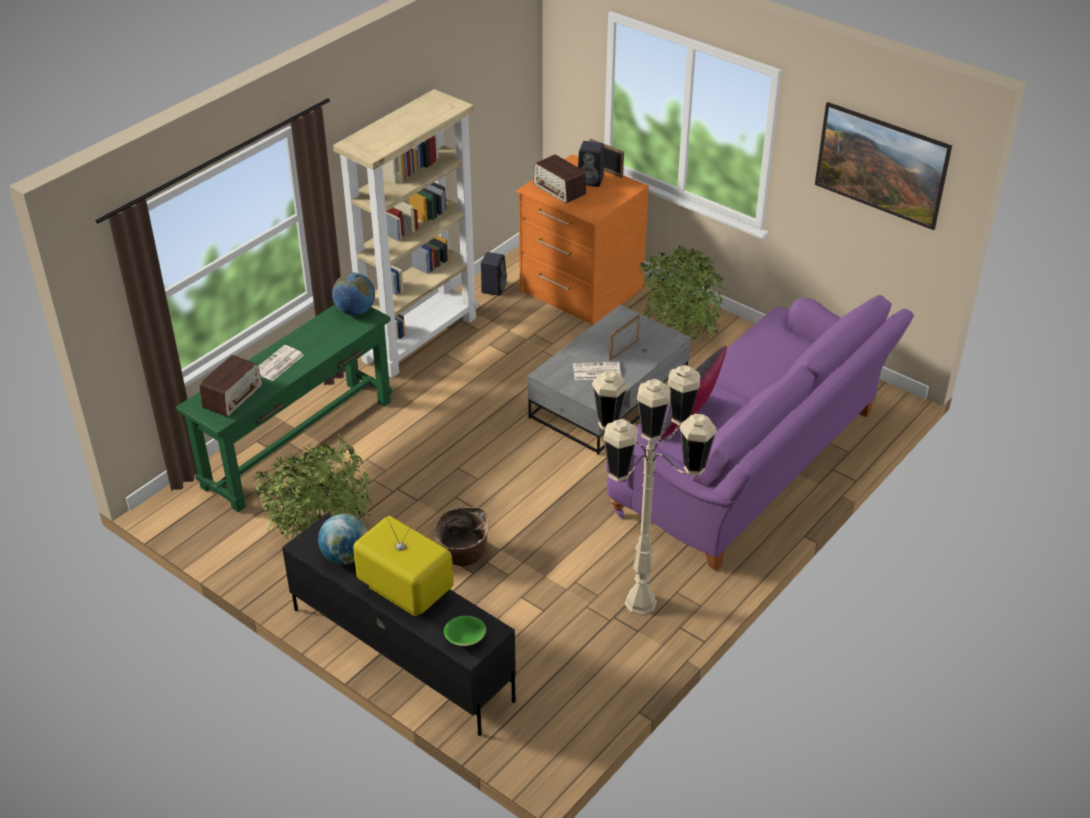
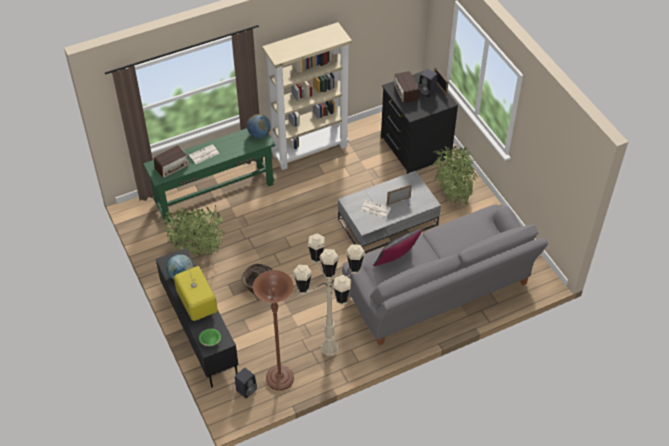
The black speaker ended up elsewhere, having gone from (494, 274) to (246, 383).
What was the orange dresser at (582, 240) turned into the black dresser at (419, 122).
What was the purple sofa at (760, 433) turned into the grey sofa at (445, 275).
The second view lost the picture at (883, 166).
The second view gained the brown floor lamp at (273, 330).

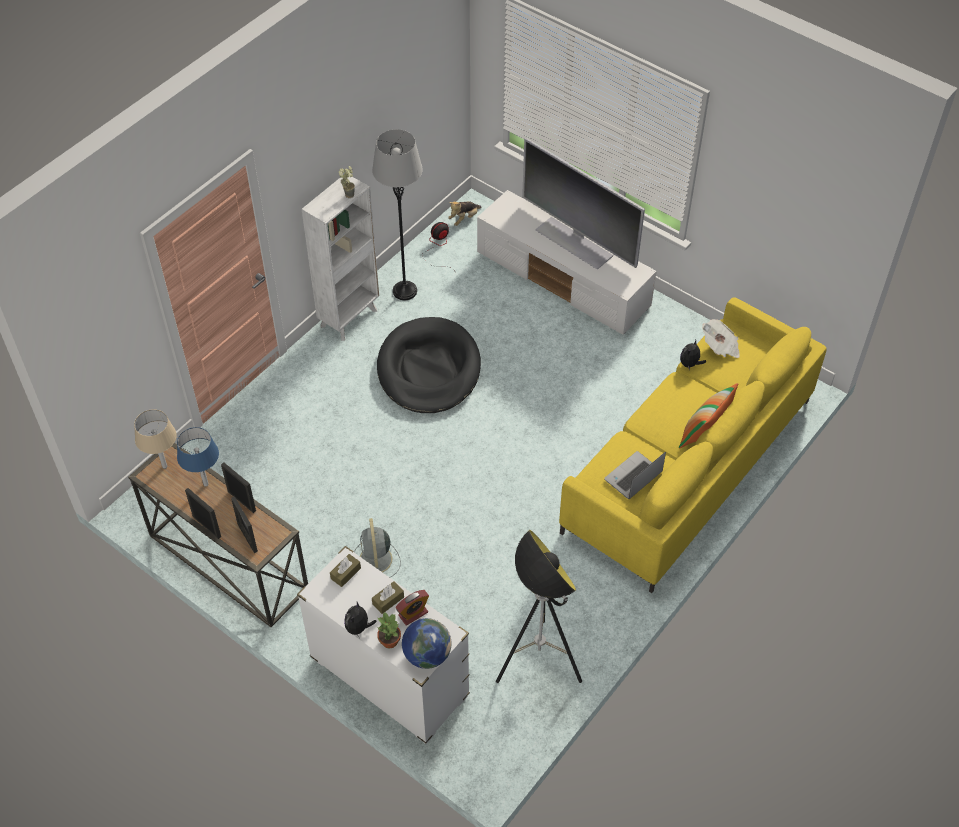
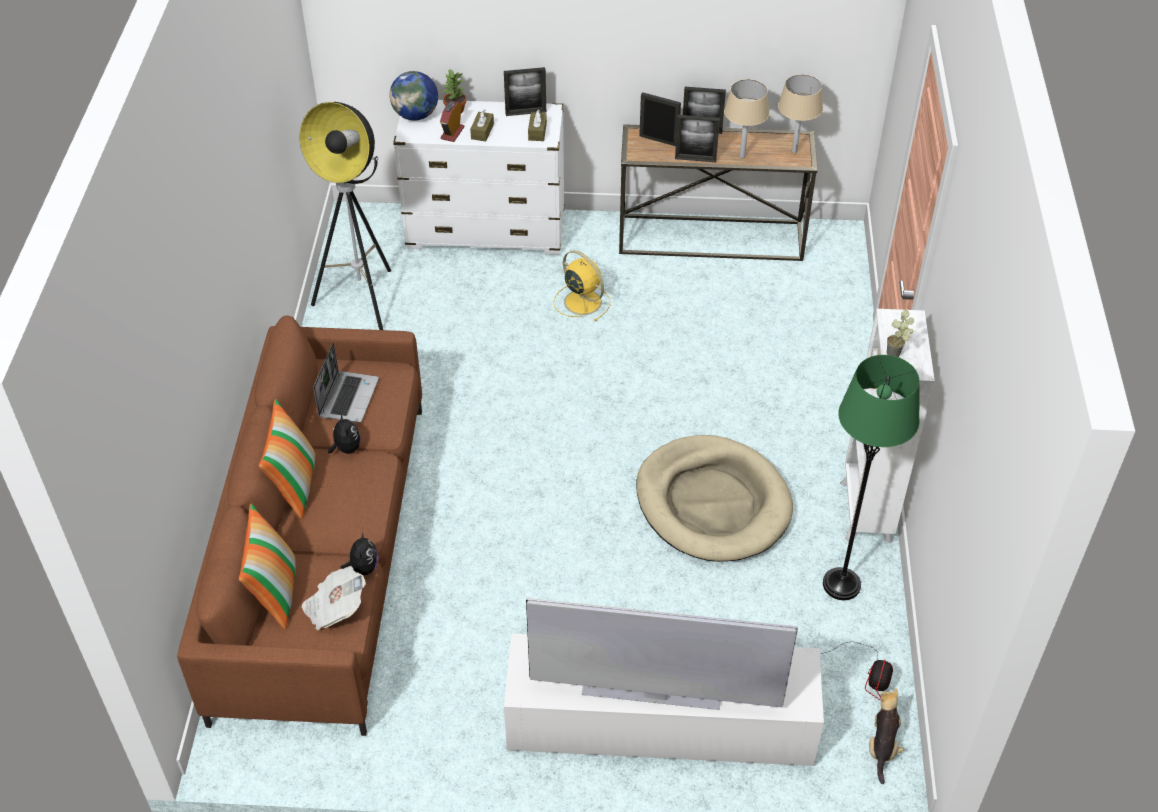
What was the blue table lamp at (198, 457) turned into the beige table lamp at (747, 118).
The plush toy ended up elsewhere, having gone from (360, 620) to (344, 433).
What was the grey fan at (377, 547) turned into the yellow fan at (581, 286).
What was the grey floor lamp at (397, 214) turned into the green floor lamp at (871, 477).
What was the black dog bed at (429, 365) turned into the beige dog bed at (714, 498).
What was the yellow sofa at (693, 445) turned into the brown sofa at (299, 525).
The second view gained the pillow at (267, 567).
The second view gained the picture frame at (525, 91).

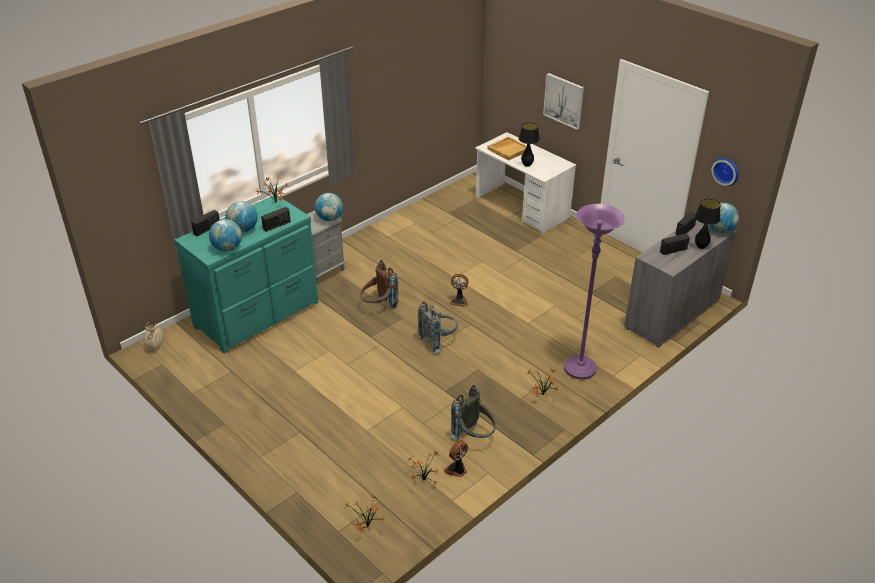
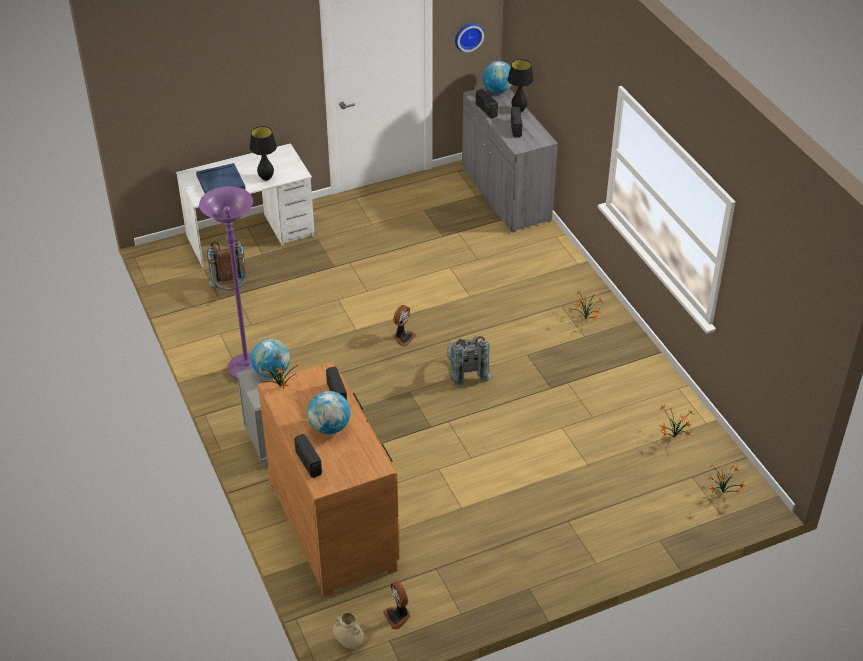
What was the turquoise dresser at (246, 274) turned into the brown dresser at (328, 479).
The second view lost the globe at (225, 235).
The brown backpack ended up elsewhere, having gone from (379, 284) to (227, 265).
The fan ended up elsewhere, having gone from (456, 458) to (397, 605).
The second view lost the grey backpack at (473, 412).
What was the beige tray at (507, 148) turned into the blue tray at (221, 178).
The second view lost the picture at (563, 101).
The purple floor lamp ended up elsewhere, having gone from (594, 292) to (226, 283).

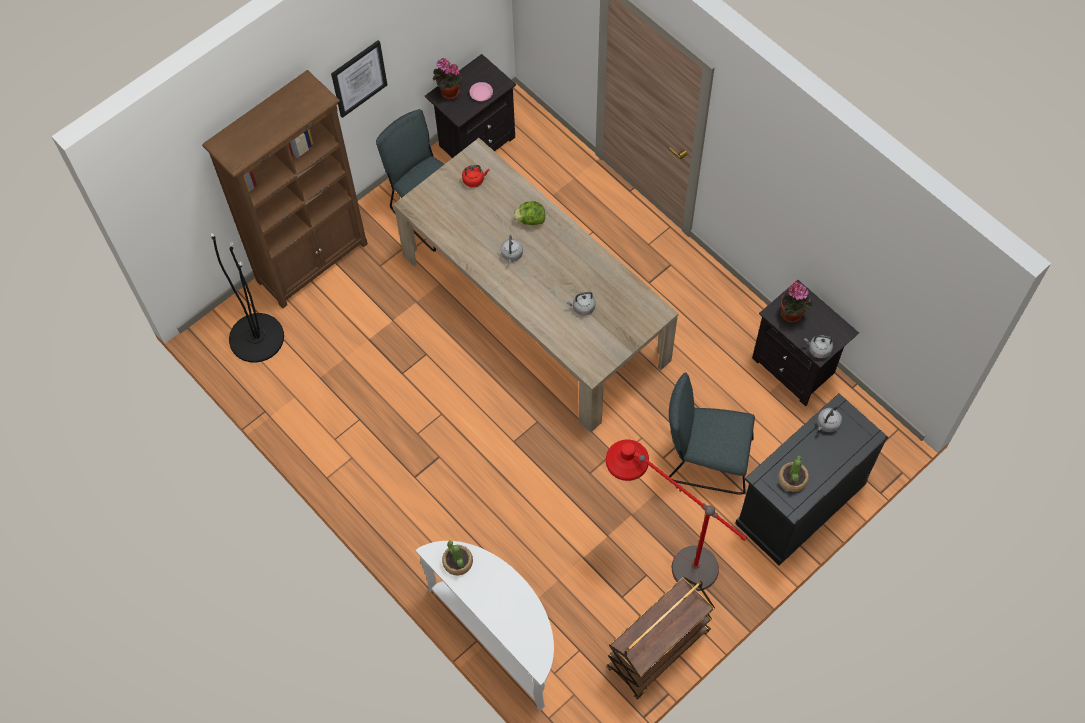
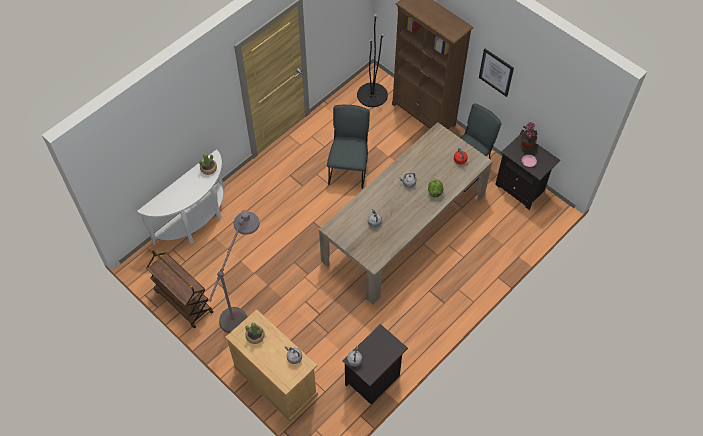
What was the red floor lamp at (676, 515) turned into the grey floor lamp at (234, 271).
The grey chair ended up elsewhere, having gone from (712, 434) to (348, 147).
What was the black cabinet at (811, 479) turned into the beige cabinet at (271, 365).
The second view lost the potted plant at (796, 302).

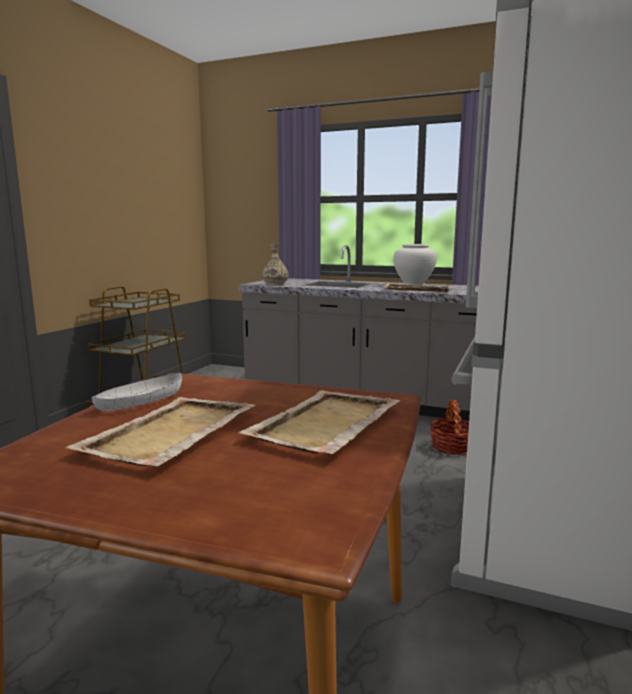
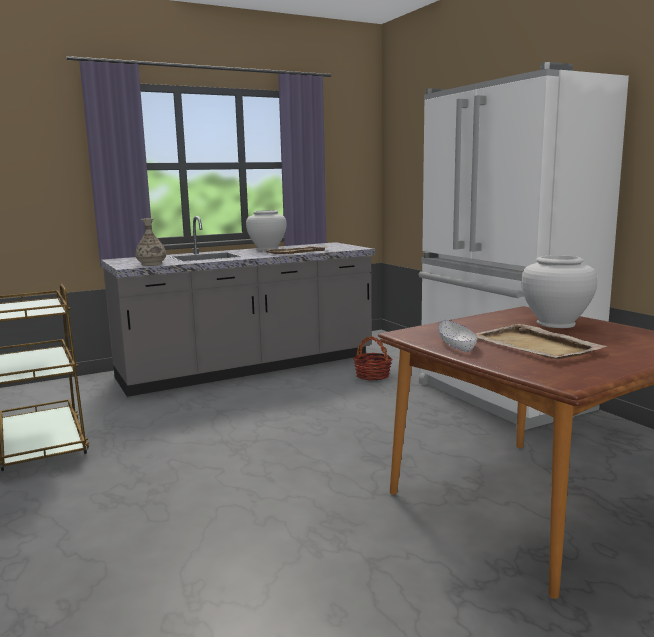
Where the beige tray stood at (319, 422), the white vase came to stand at (559, 291).

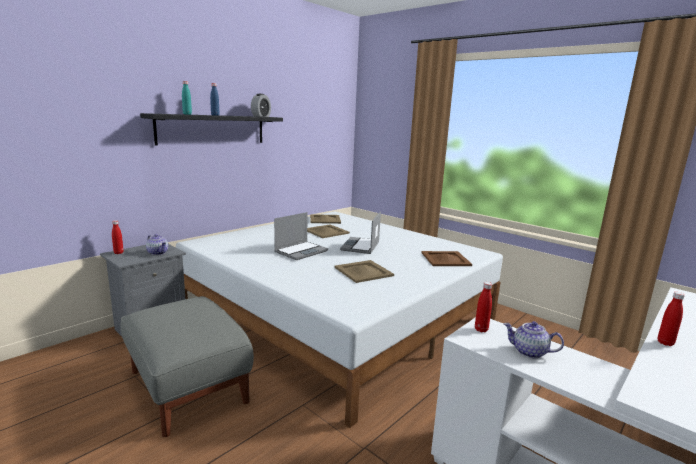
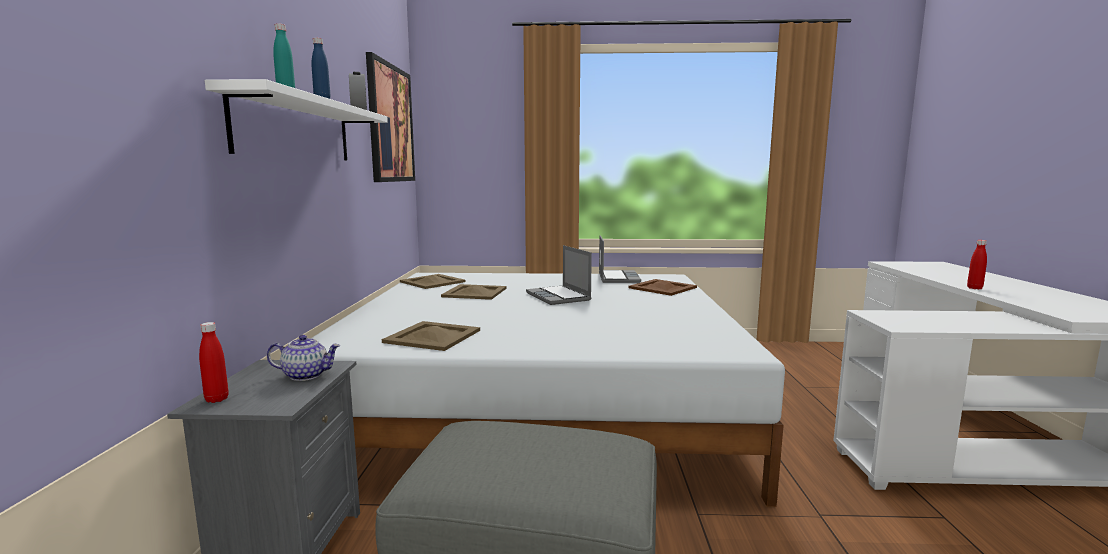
What was the black shelf at (211, 129) turned into the white shelf at (296, 120).
The laptop ended up elsewhere, having gone from (301, 236) to (620, 259).
The beige tray ended up elsewhere, having gone from (364, 271) to (431, 336).
The second view lost the red bottle at (483, 307).
The second view lost the teapot at (534, 339).
The second view gained the picture at (390, 117).

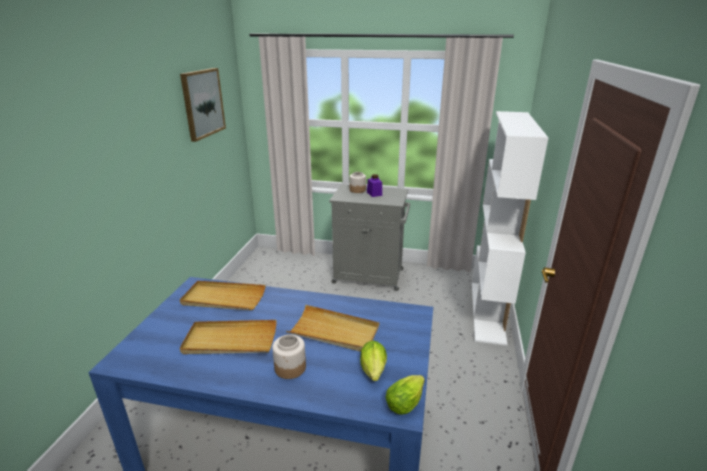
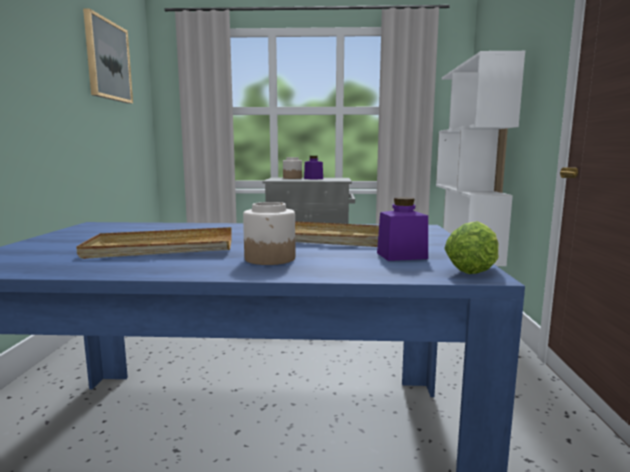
The second view lost the beige tray at (223, 295).
Where the lettuce stood at (373, 360), the purple jar came to stand at (402, 229).

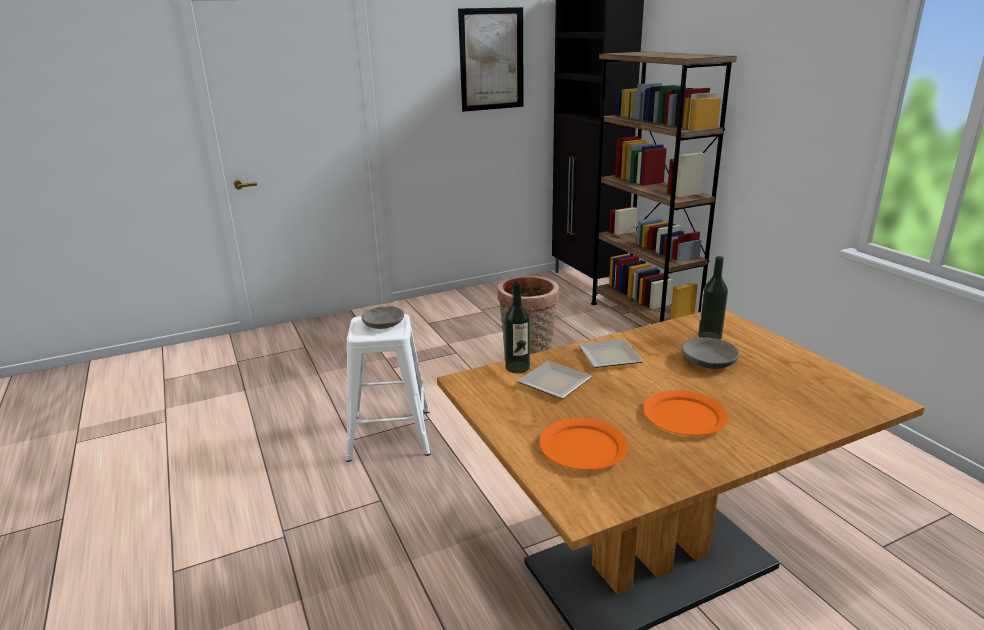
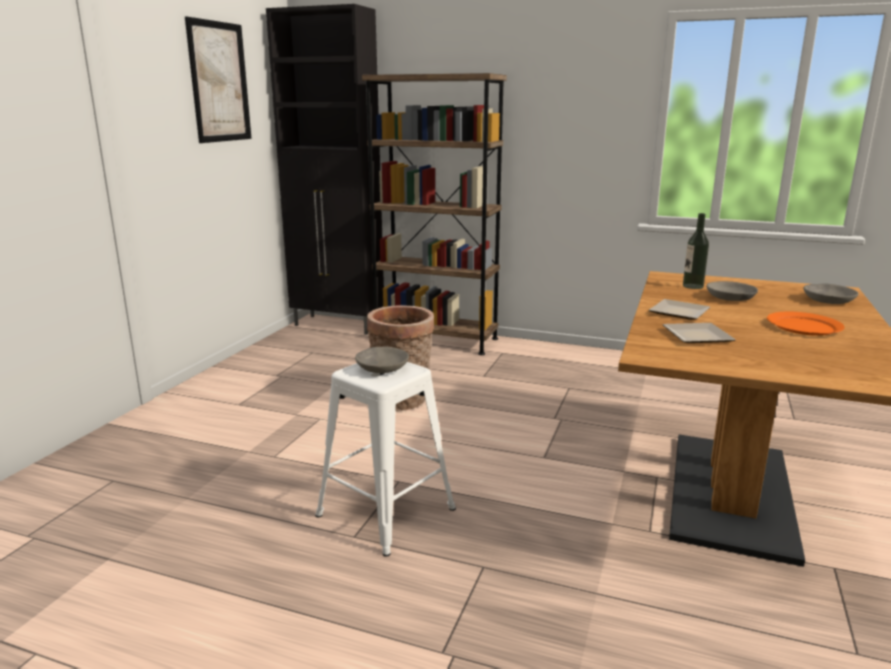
The second view lost the bottle at (517, 327).
The second view lost the orange plate at (583, 444).
The second view gained the grey bowl at (830, 294).

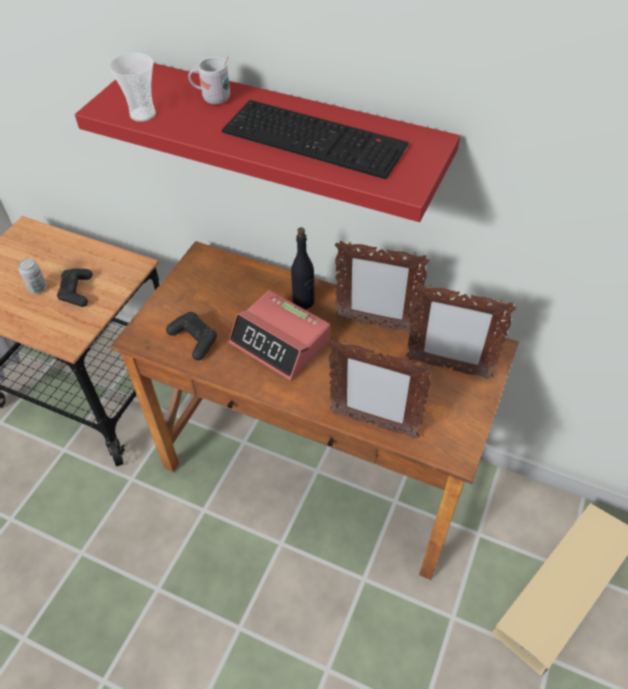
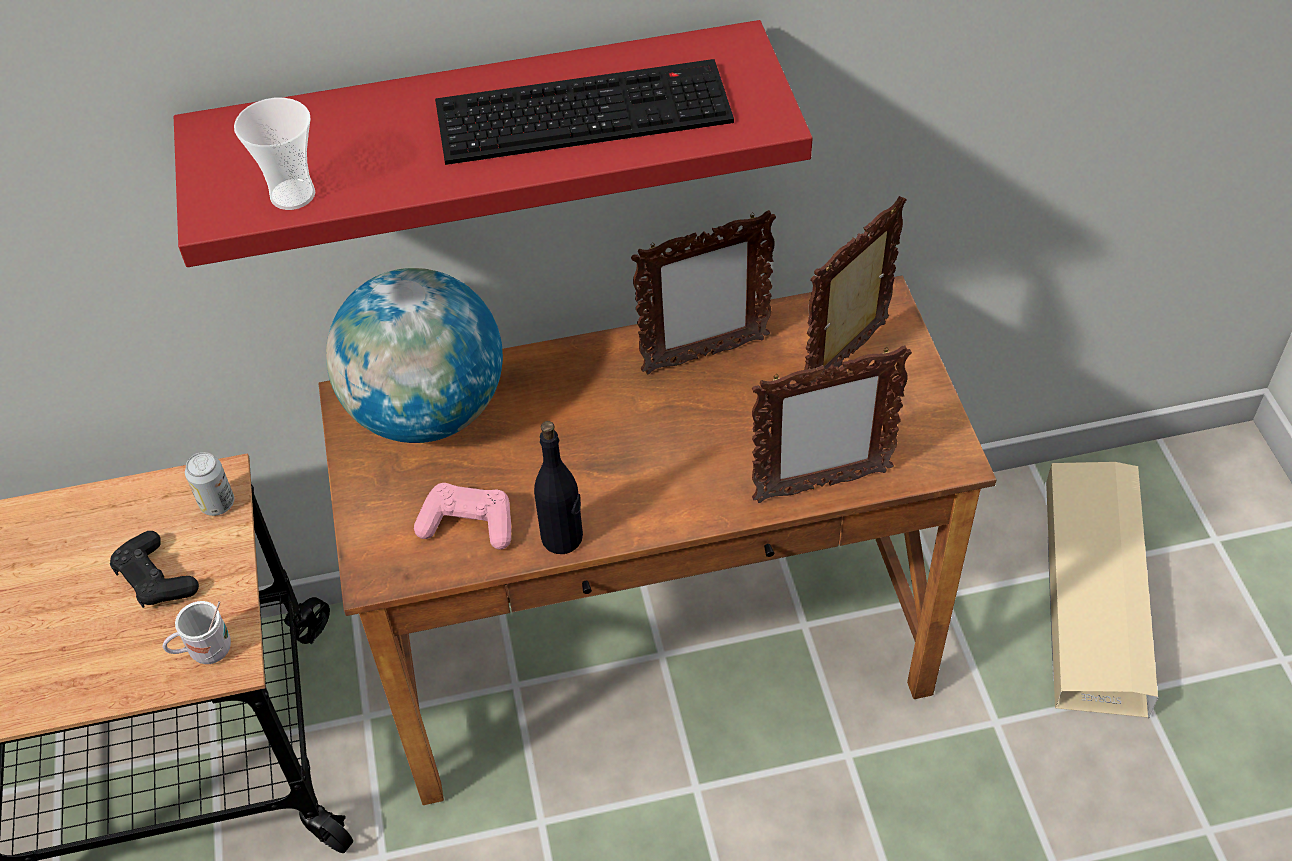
The can ended up elsewhere, having gone from (32, 276) to (209, 484).
What was the black game controller at (191, 336) turned into the pink game controller at (462, 516).
The white mug ended up elsewhere, having gone from (209, 80) to (197, 632).
The second view lost the alarm clock at (279, 335).
The black bottle ended up elsewhere, having gone from (303, 268) to (558, 487).
The picture frame at (461, 331) ended up facing another way, 150 degrees clockwise from before.
The second view gained the globe at (414, 355).

